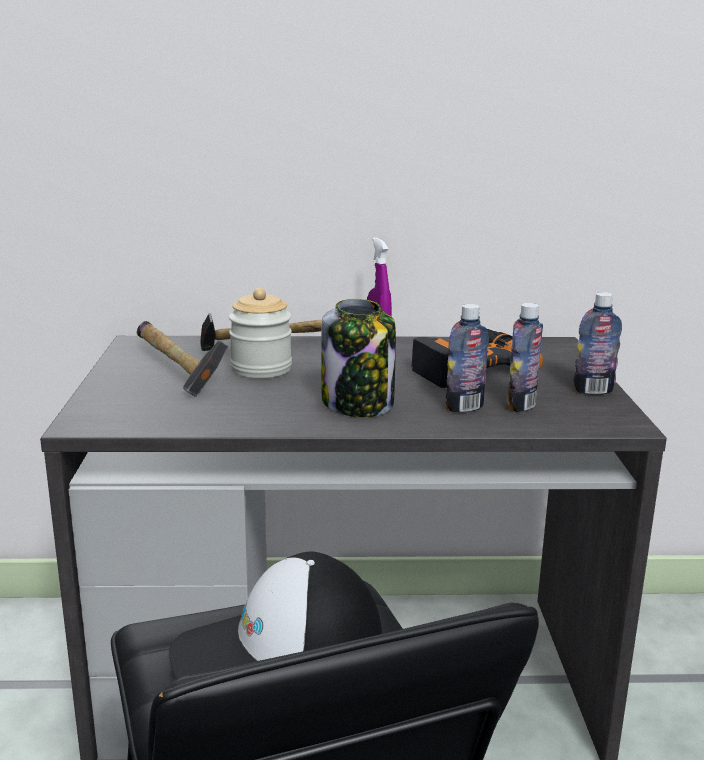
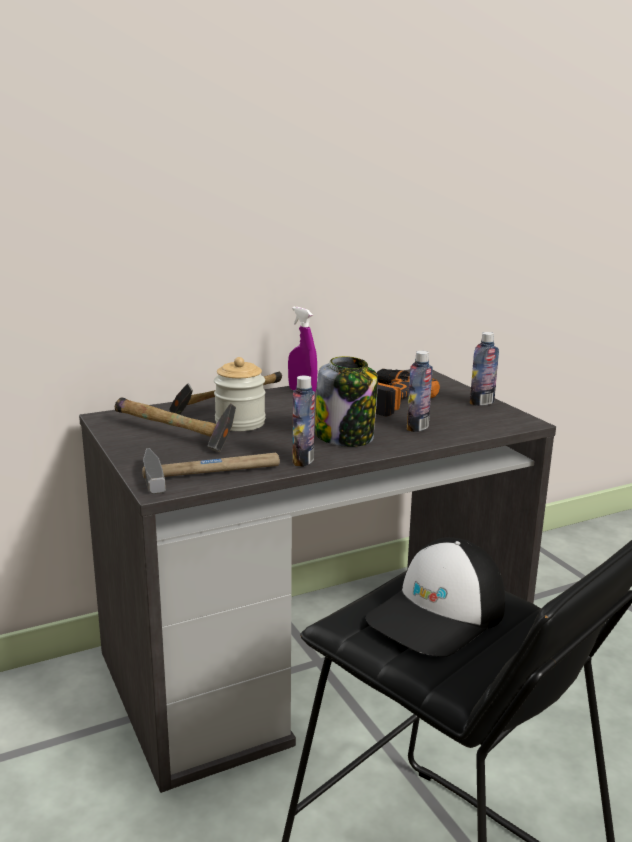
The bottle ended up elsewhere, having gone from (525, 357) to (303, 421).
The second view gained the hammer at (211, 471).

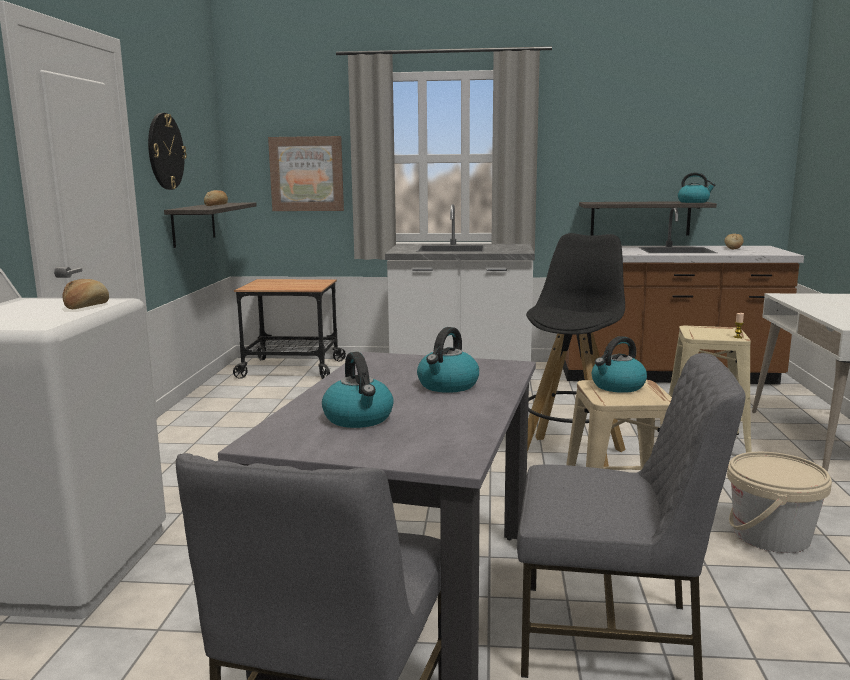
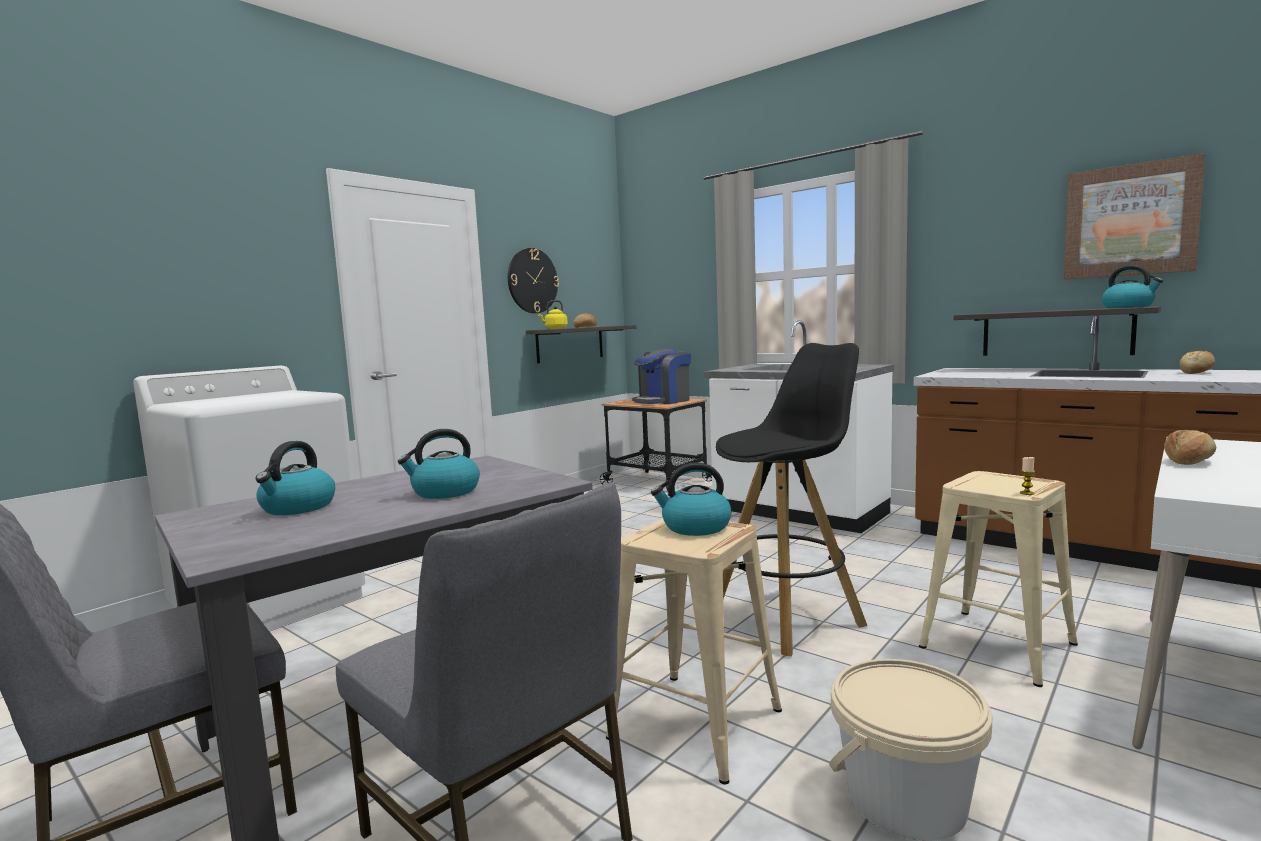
The bread ended up elsewhere, having gone from (86, 294) to (1190, 447).
The picture ended up elsewhere, having gone from (306, 173) to (1134, 216).
The second view gained the yellow kettle at (553, 314).
The second view gained the coffee machine at (661, 376).

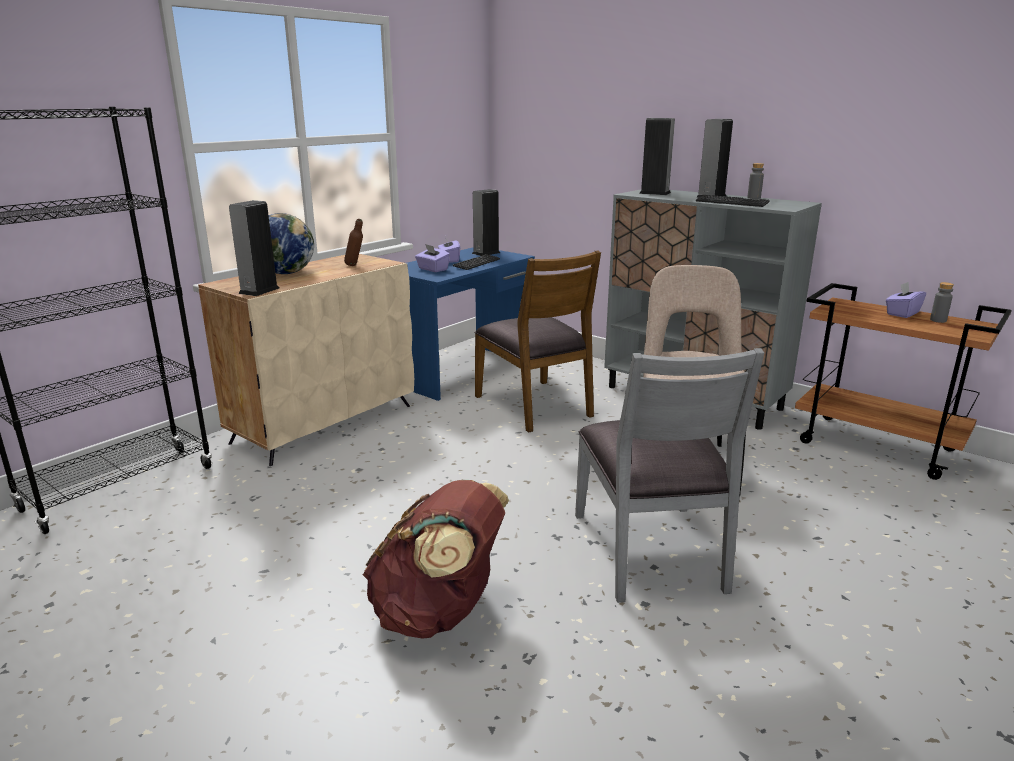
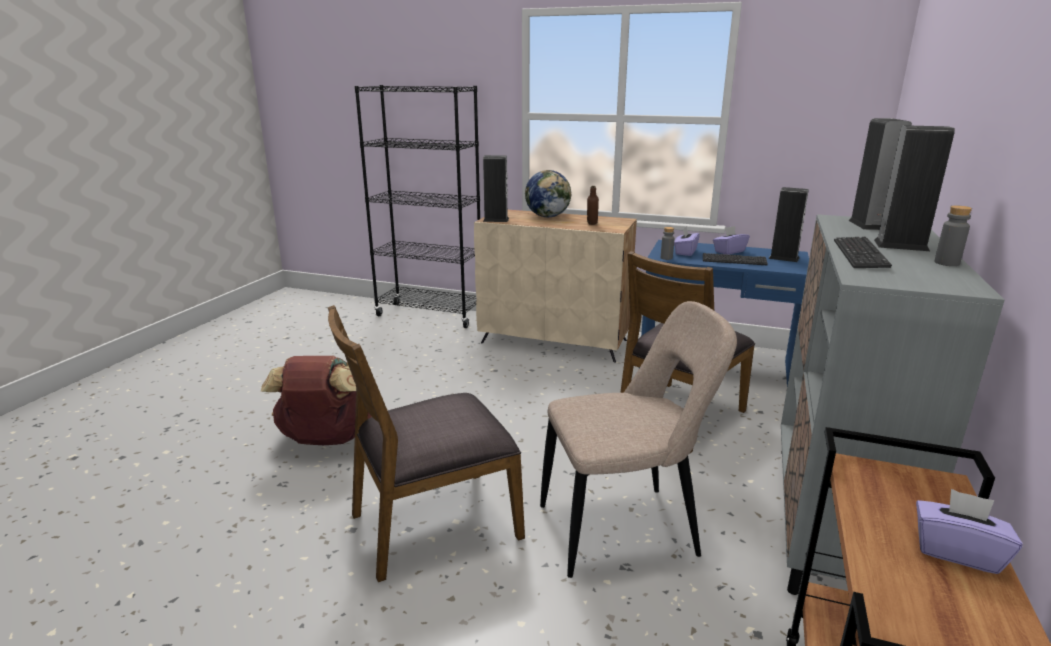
What was the grey chair at (669, 475) turned into the brown chair at (426, 443).
The grey bottle ended up elsewhere, having gone from (942, 302) to (668, 243).

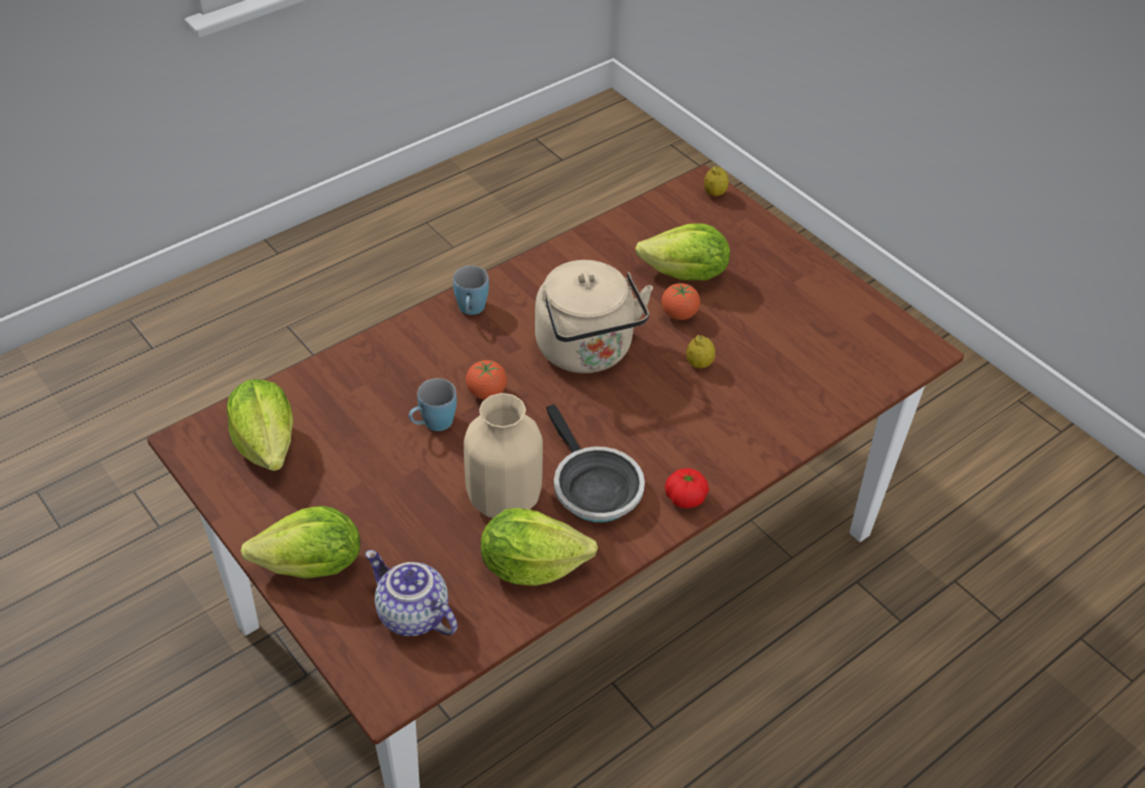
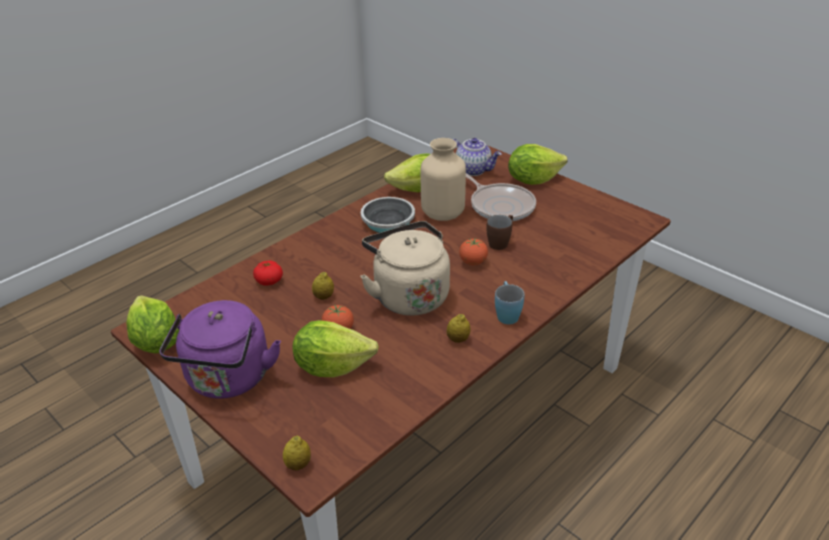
The lettuce ended up elsewhere, having gone from (260, 425) to (152, 324).
What was the blue mug at (433, 404) turned into the brown mug at (500, 232).
The tomato ended up elsewhere, having gone from (687, 488) to (268, 273).
The second view gained the purple kettle at (220, 349).
The second view gained the lemon at (459, 328).
The second view gained the frying pan at (501, 197).

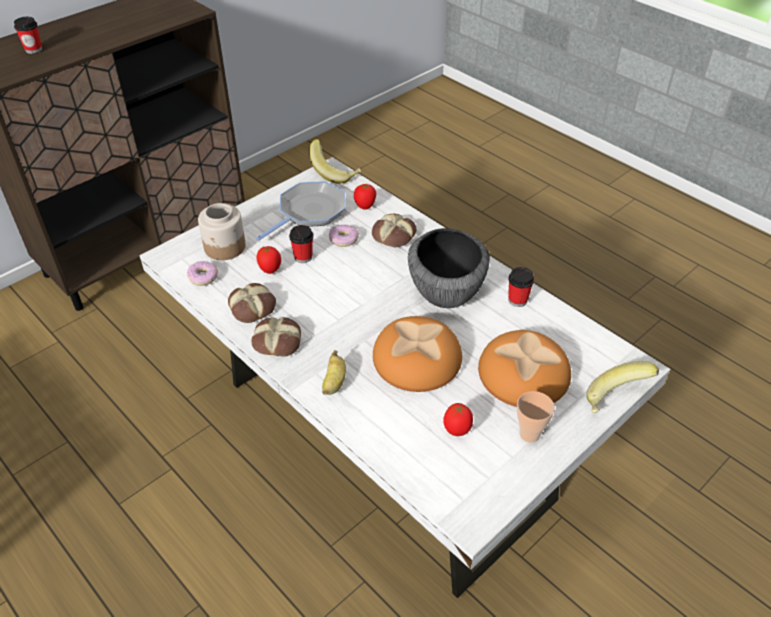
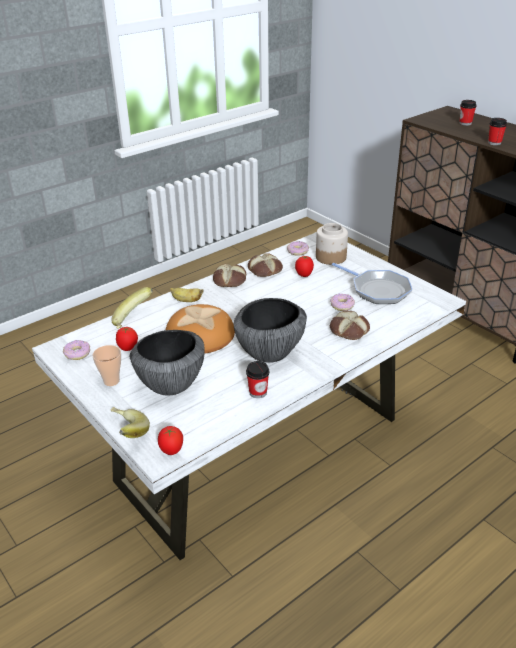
The cup ended up elsewhere, having gone from (301, 244) to (497, 131).
The banana ended up elsewhere, having gone from (335, 161) to (132, 308).
The tomato ended up elsewhere, having gone from (365, 197) to (170, 440).
Where the bread stood at (524, 368), the bowl came to stand at (167, 362).
The second view gained the donut at (76, 350).

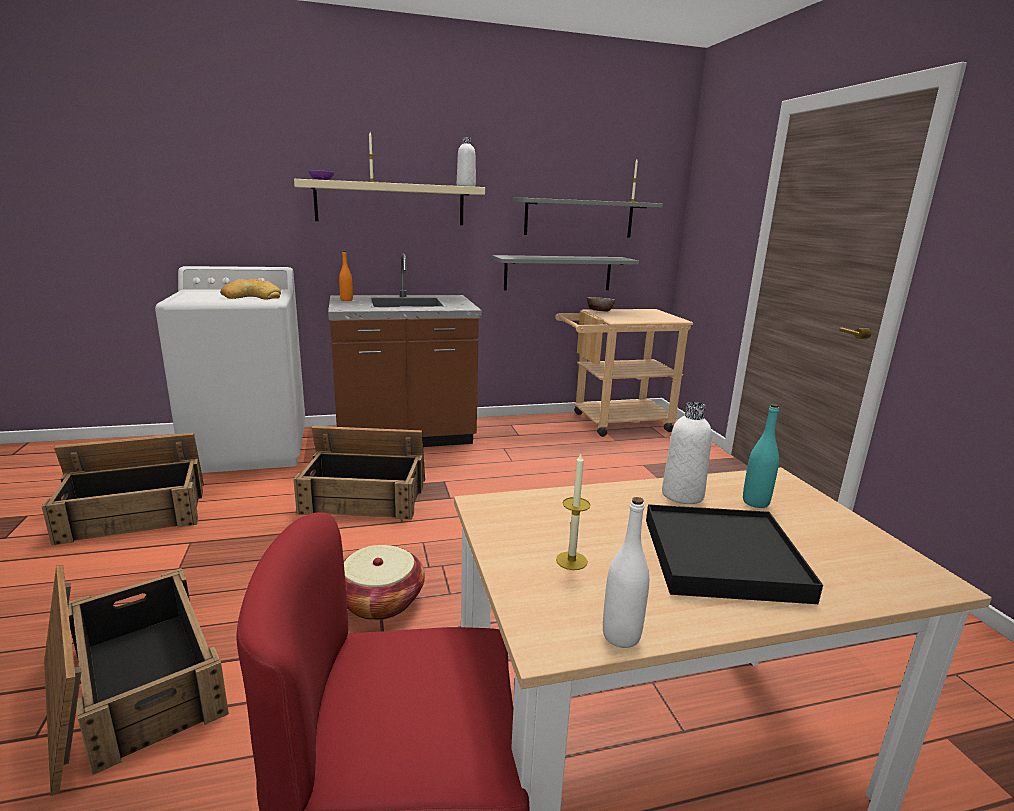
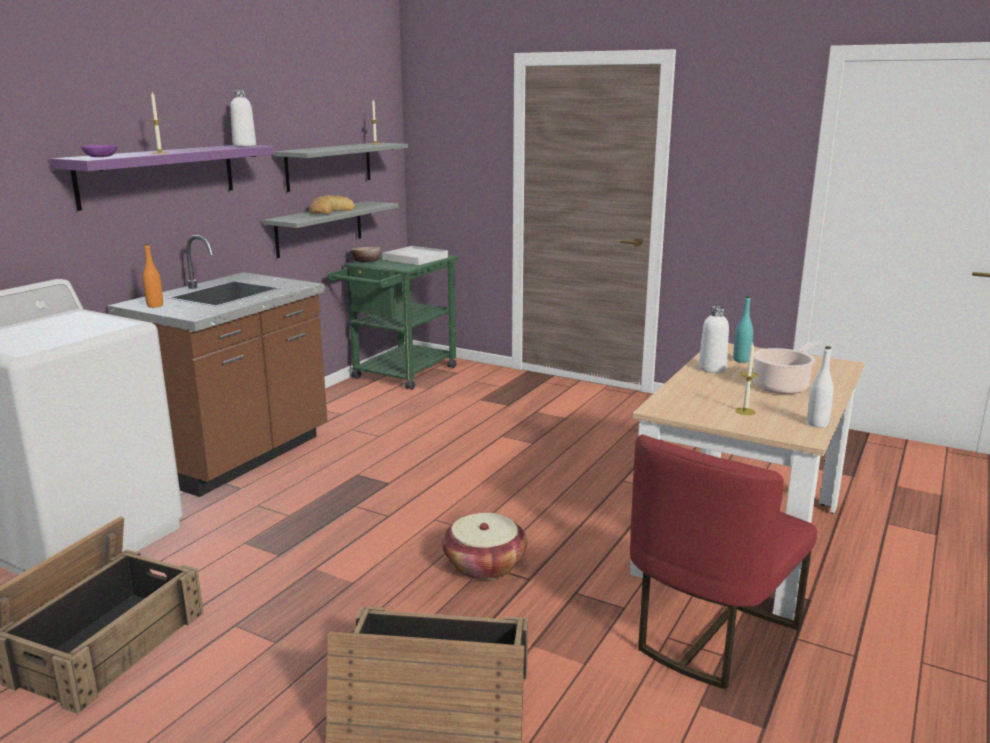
The bread ended up elsewhere, having gone from (250, 289) to (332, 204).
The second view lost the crate at (359, 473).
What was the beige shelf at (389, 202) turned into the purple shelf at (162, 178).
What was the beige cart at (624, 373) turned into the green cart at (393, 322).
Where the black tray stood at (734, 554), the cooking pot came to stand at (786, 367).
The second view gained the white tray at (415, 255).

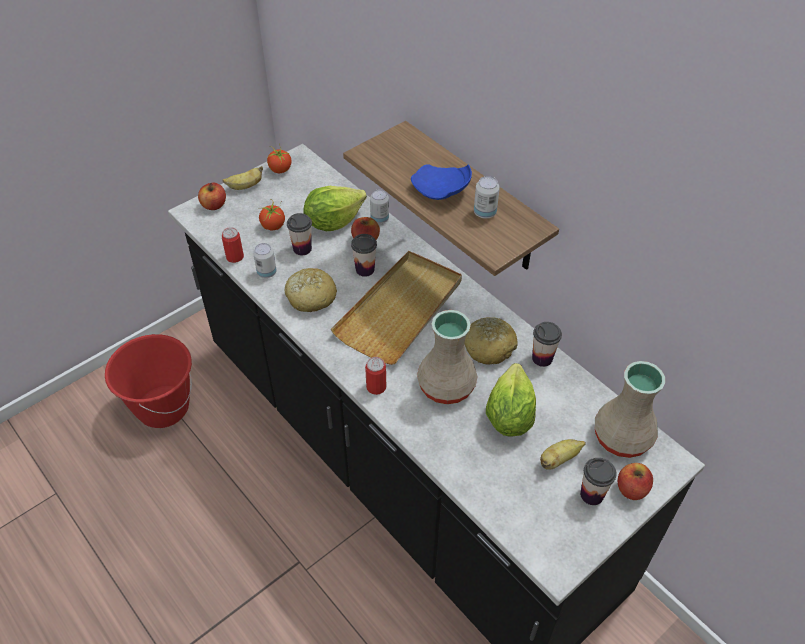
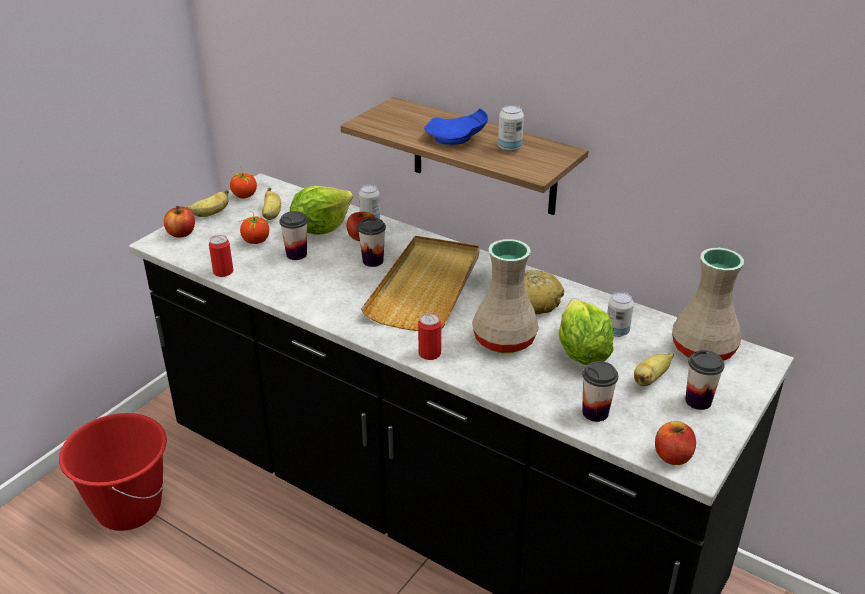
The can ended up elsewhere, having gone from (265, 260) to (620, 314).
The second view lost the bread at (311, 290).
The cup ended up elsewhere, having gone from (547, 344) to (600, 391).
The apple ended up elsewhere, having gone from (635, 481) to (675, 443).
The second view gained the banana at (271, 203).

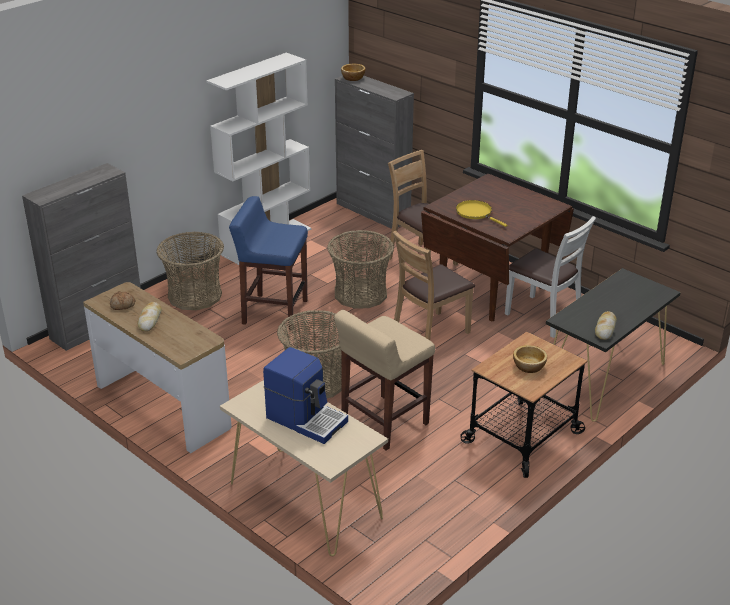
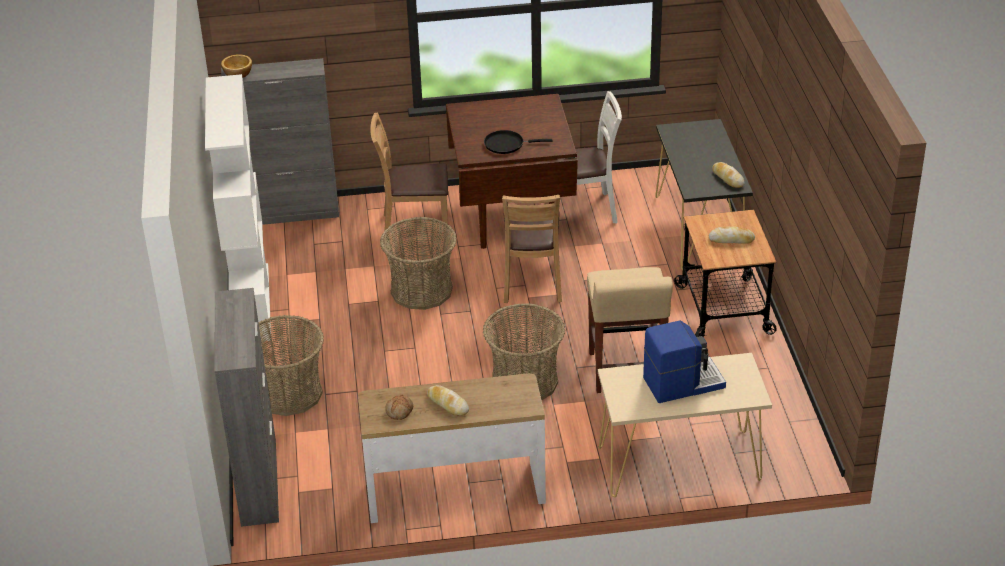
The second view lost the blue stool at (268, 263).
What was the yellow frying pan at (481, 213) turned into the black frying pan at (518, 142).
Where the bowl stood at (530, 359), the bread came to stand at (732, 235).

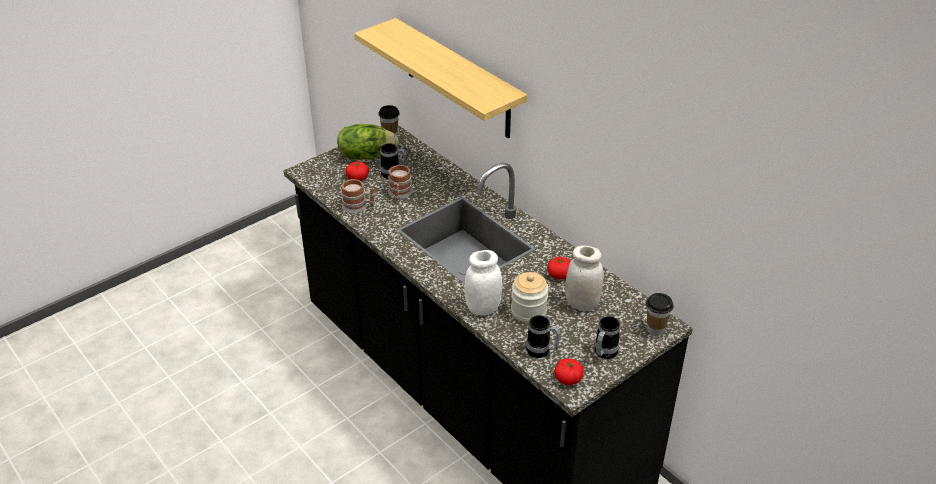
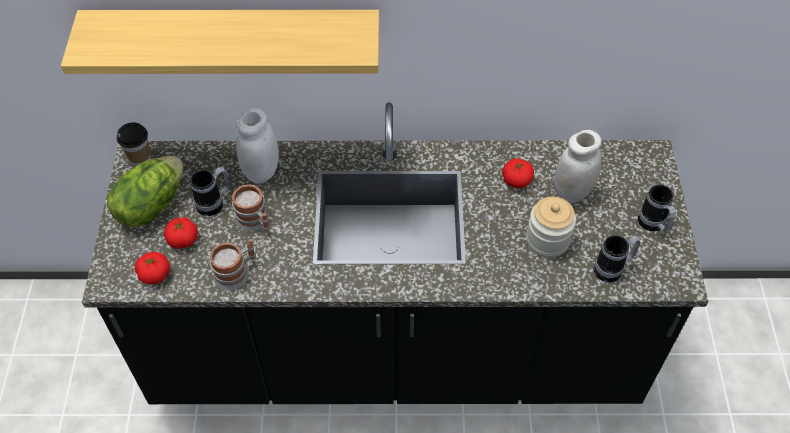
The white jar ended up elsewhere, having gone from (483, 282) to (257, 146).
The tomato ended up elsewhere, having gone from (569, 371) to (152, 268).
The second view lost the cup at (660, 314).

